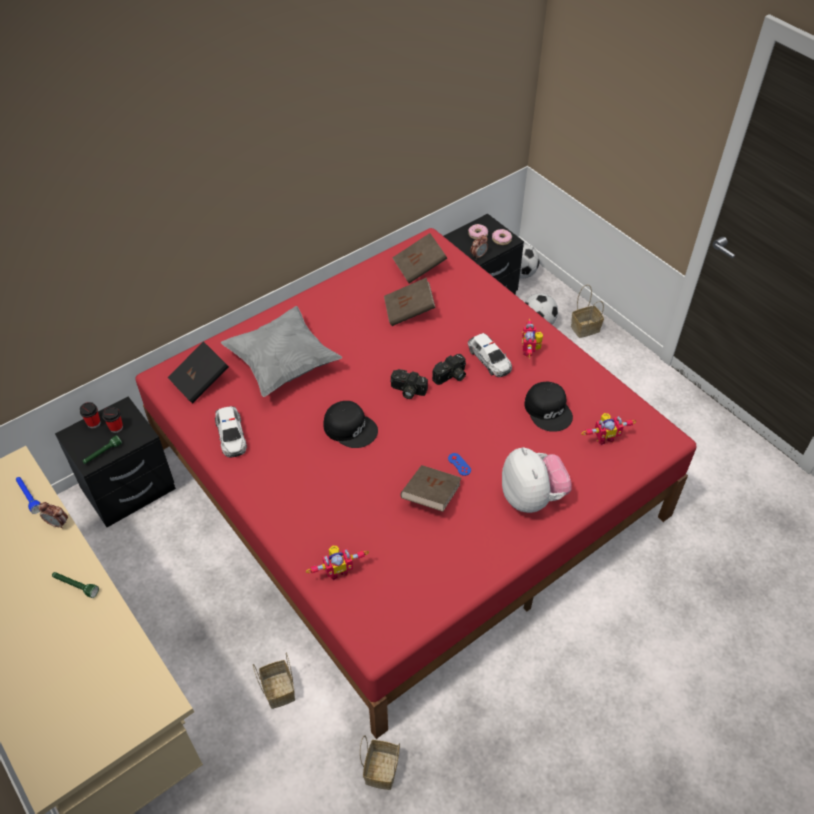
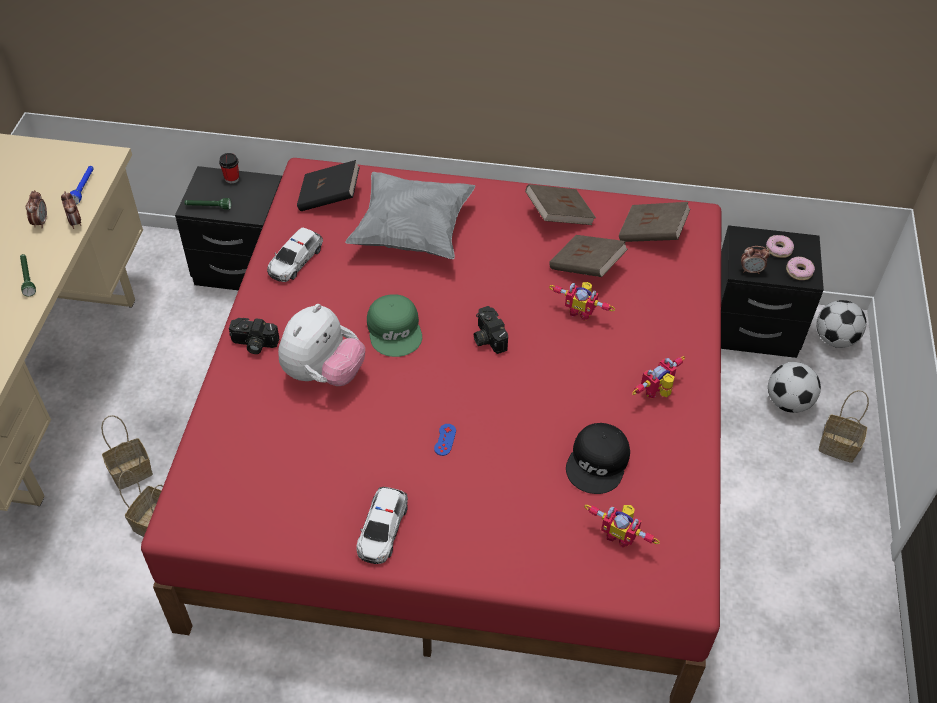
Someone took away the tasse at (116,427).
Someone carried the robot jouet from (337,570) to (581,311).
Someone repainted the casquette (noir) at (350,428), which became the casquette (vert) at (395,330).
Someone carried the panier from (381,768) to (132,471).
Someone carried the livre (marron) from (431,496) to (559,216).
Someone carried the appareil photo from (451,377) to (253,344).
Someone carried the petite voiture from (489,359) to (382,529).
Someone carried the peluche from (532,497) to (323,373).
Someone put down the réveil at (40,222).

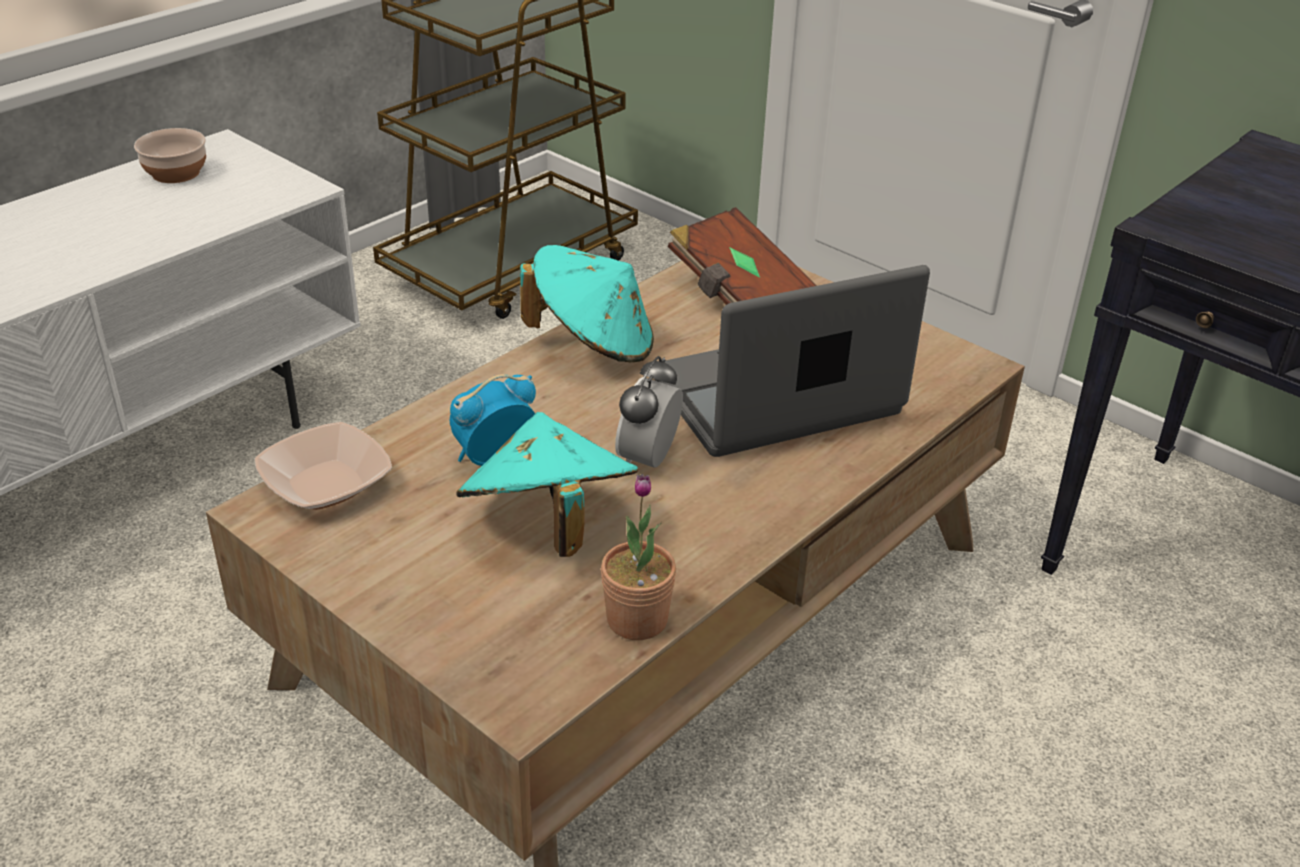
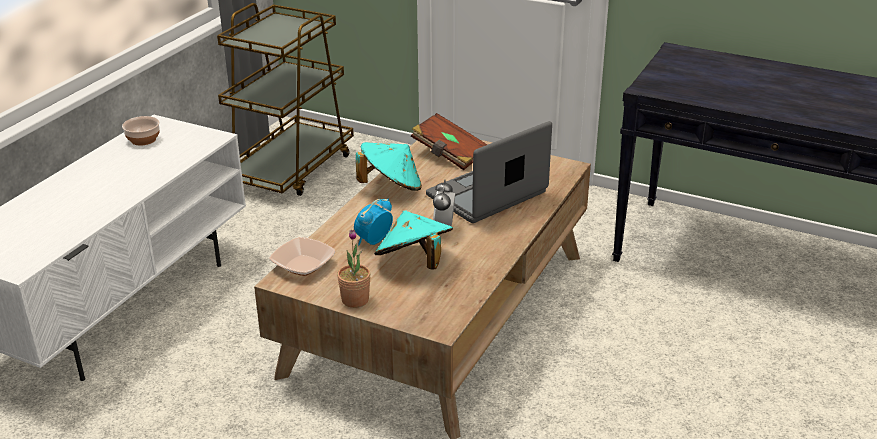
Someone carried the plante en pot from (637,620) to (355,300).

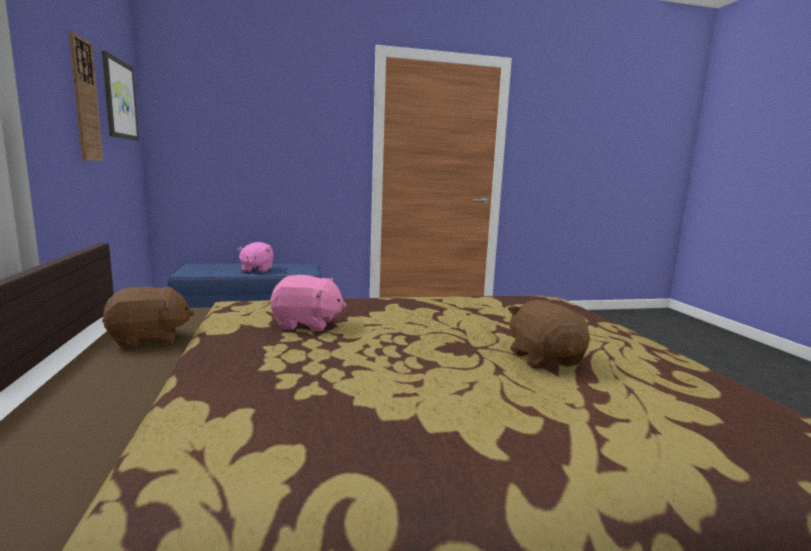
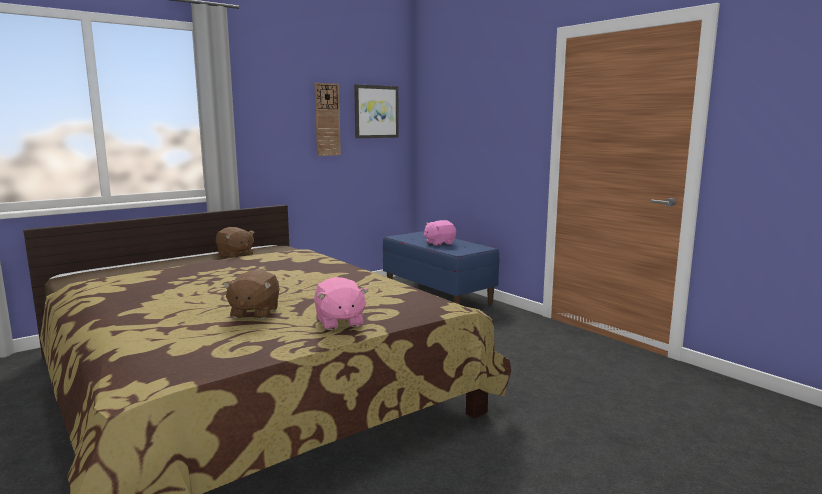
Someone carried the peluche (rose) from (307,324) to (339,322).
Someone rotated the peluche (marron) at (545,359) by 135 degrees clockwise.

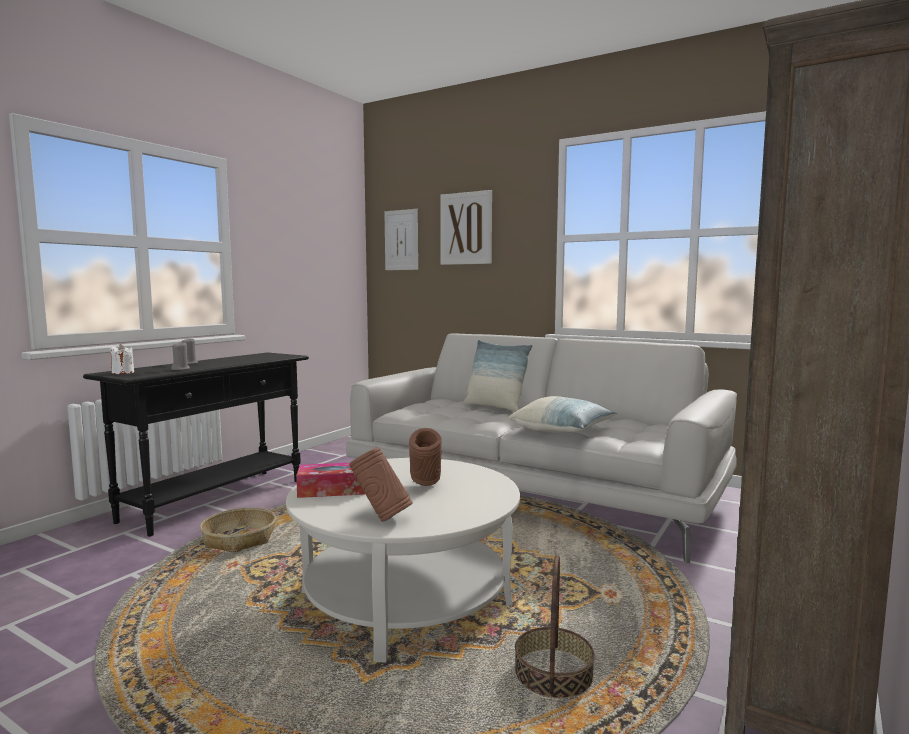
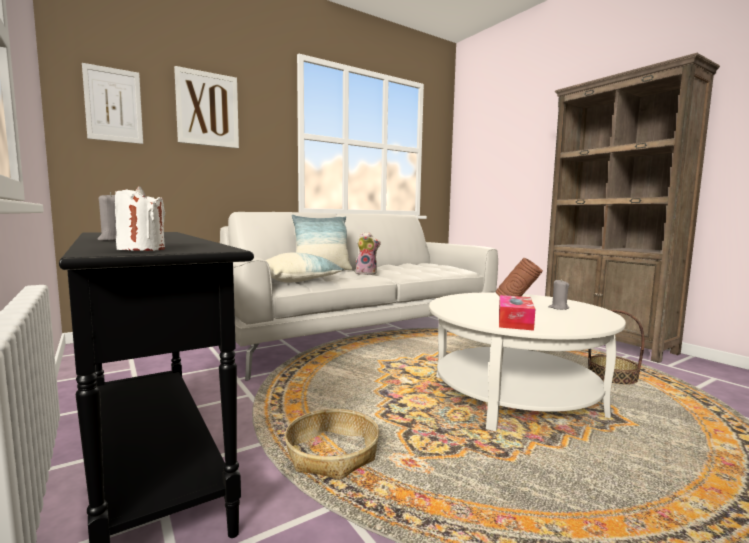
Someone carried the bougie (gris) from (181,369) to (558,308).
Someone took away the vase (marron) at (381,518).
Someone carried the coussin from (562,431) to (299,280).
Someone put down the peluche at (367,273).

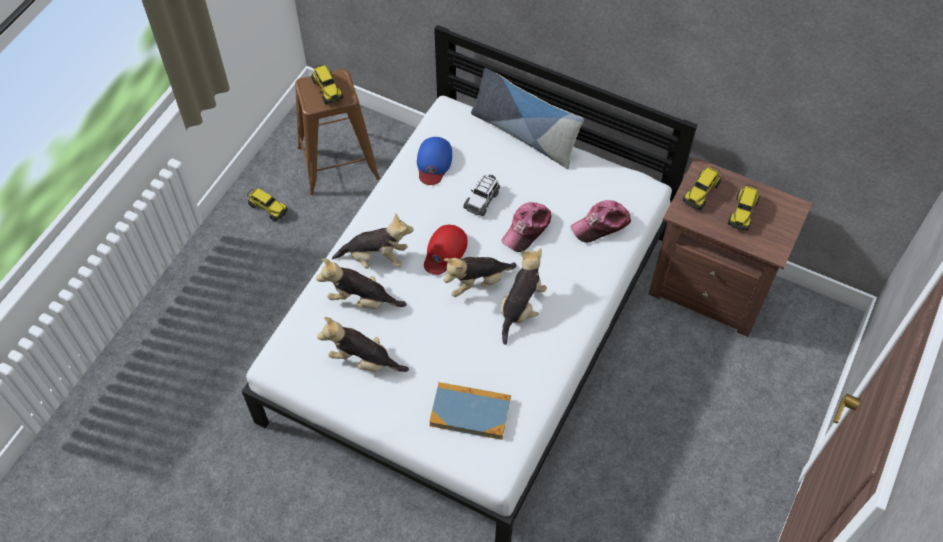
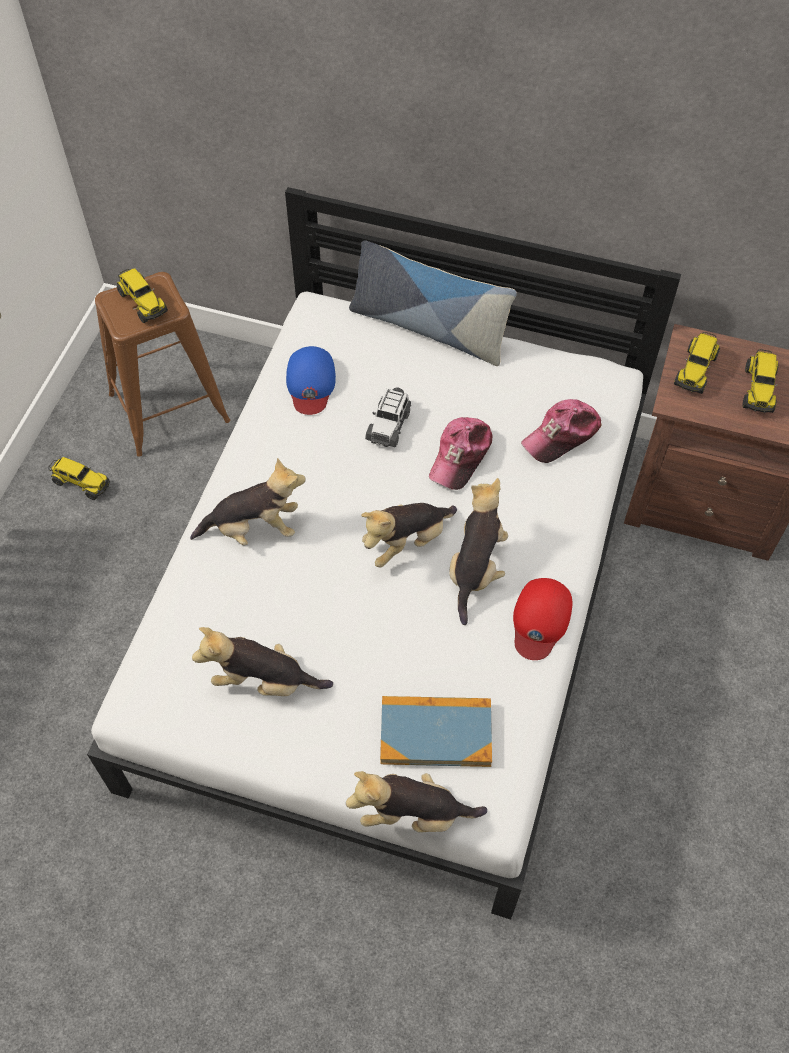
Someone carried the peluche from (361,300) to (413,814).
Someone carried the casquette (rouge) from (444,251) to (540,620).

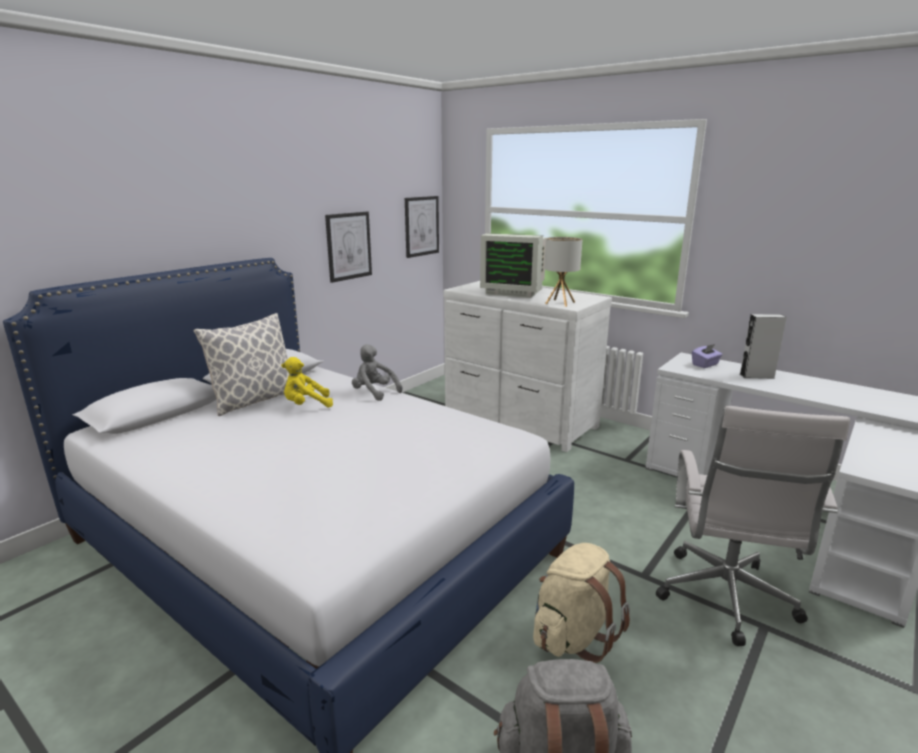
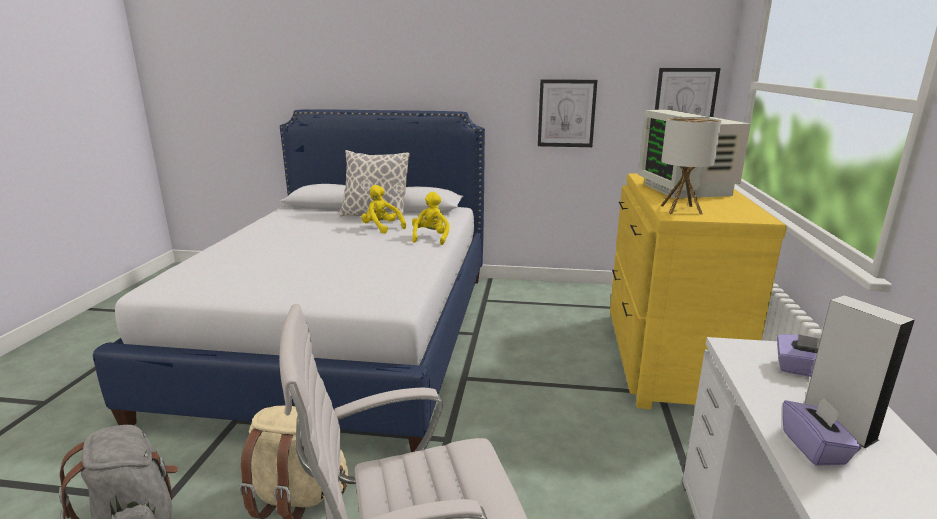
Someone repainted the peluche (gris) at (374,393), which became the peluche (jaune) at (431,238).
Someone repainted the commode (blanc) at (519,421), which became the commode (jaune) at (665,358).
Someone put down the boîte à mouchoirs (violet) at (814,448).

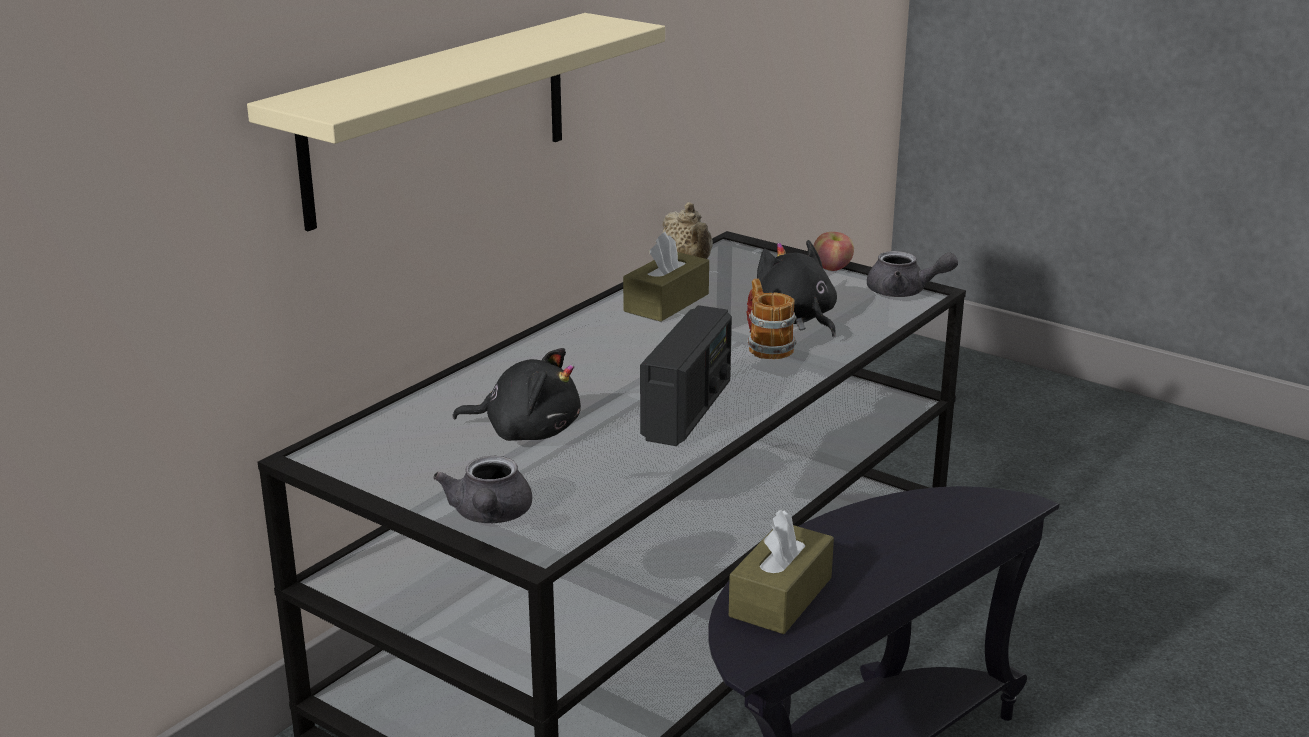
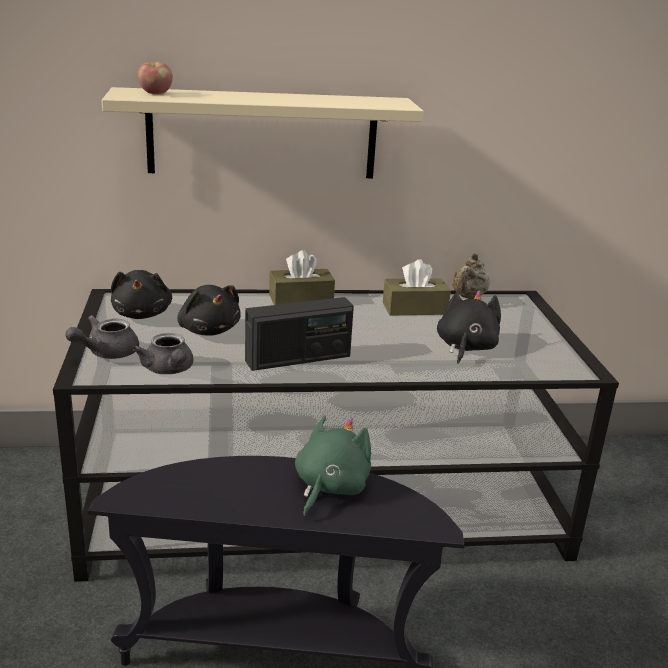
Someone carried the boîte à mouchoirs (marron) from (781,597) to (301,299).
Someone took away the mug at (766,346).
Someone carried the pomme from (832,268) to (155,93).
Someone carried the théière (gris) from (904,292) to (169,370).
Someone put down the peluche (noir) at (142,314).
Someone put down the peluche (vert) at (329,487).

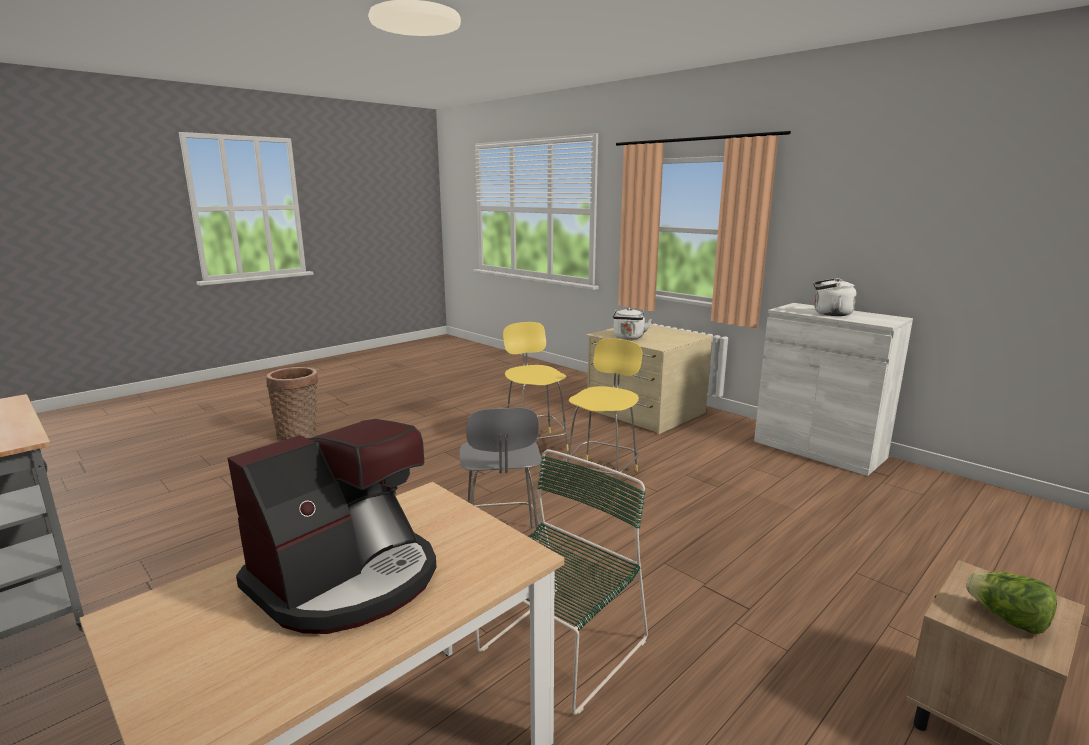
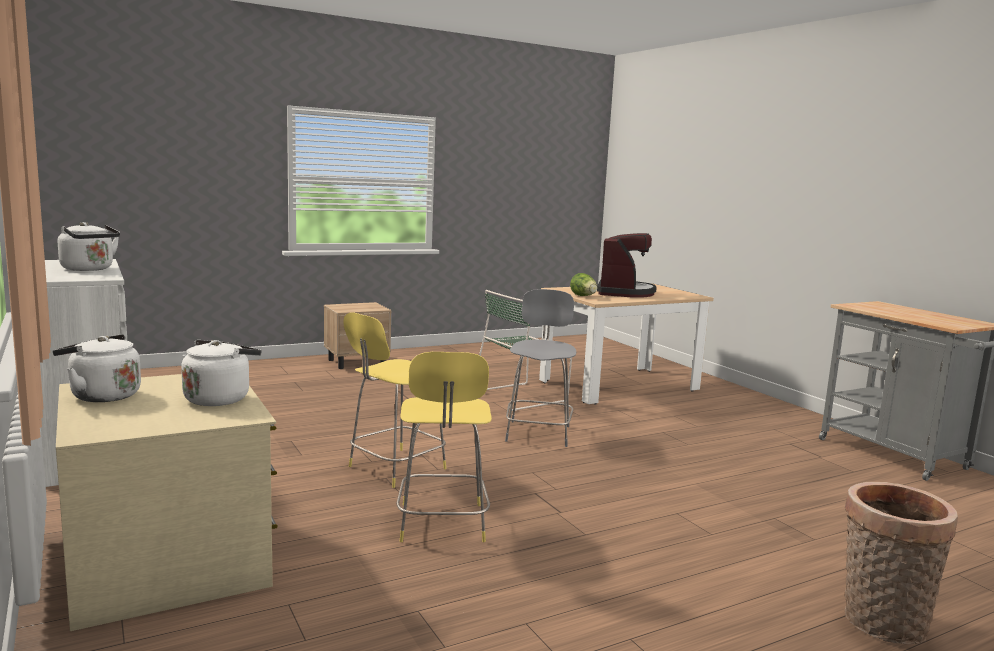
Someone rotated the machine à café at (347,579) by 135 degrees clockwise.
Someone carried the laitue from (1007,619) to (584,296).
Someone put down the bouilloire (blanc) at (101,396).

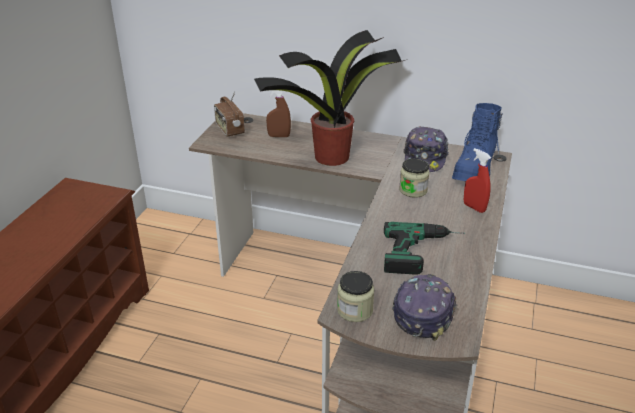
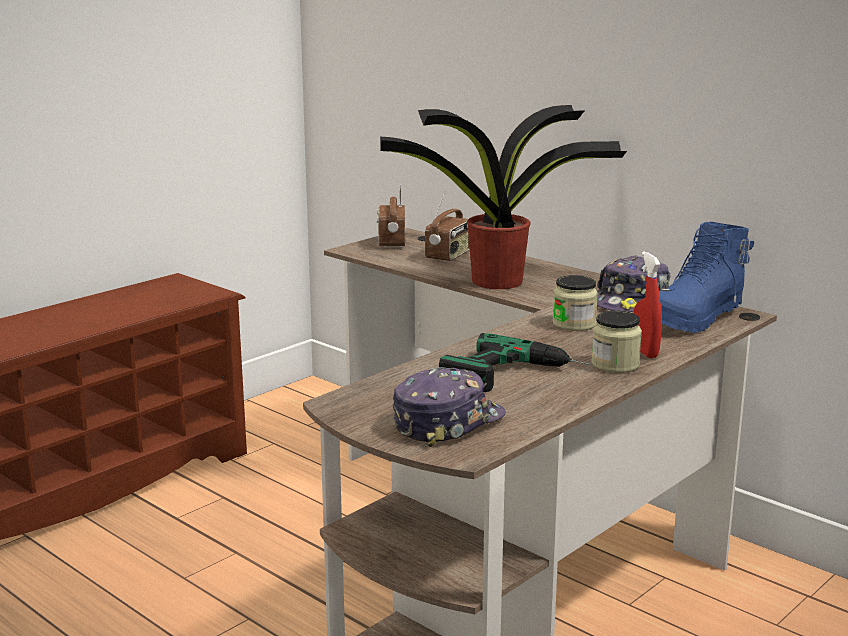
Someone swapped the vaporisateur (marron) at (279,136) for the radio at (449,256).
Someone carried the bocal from (355,310) to (615,364).

